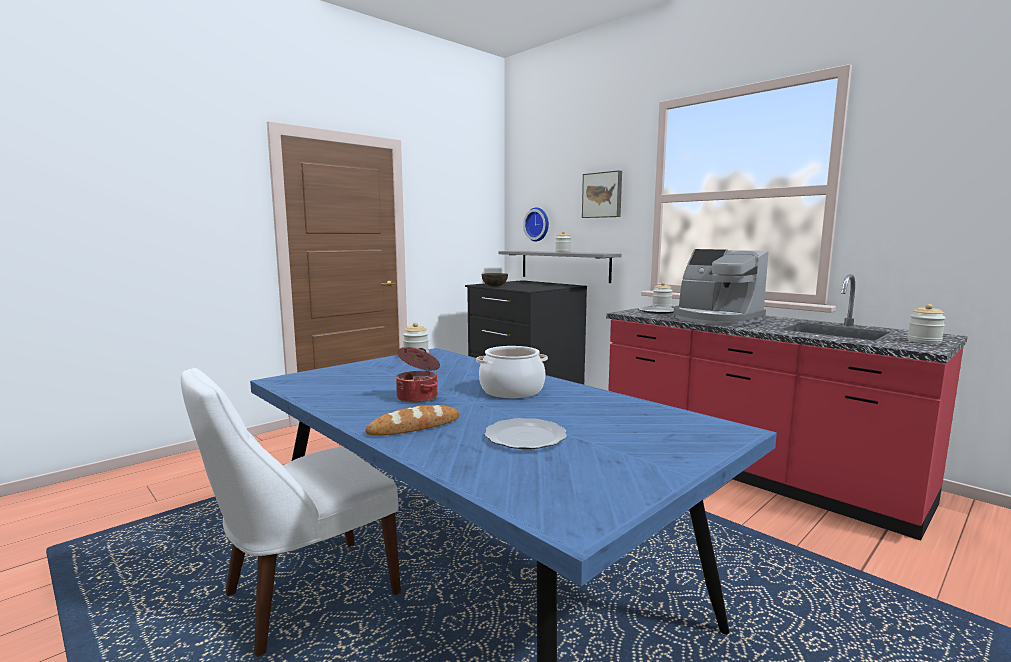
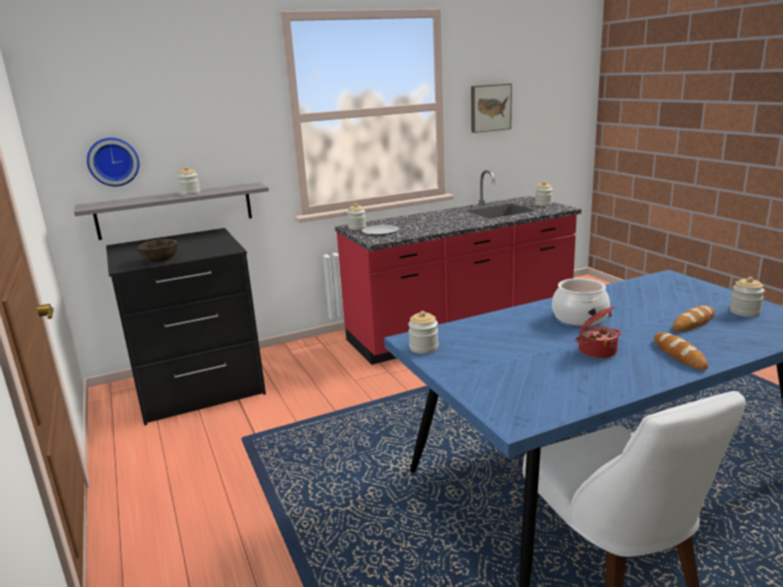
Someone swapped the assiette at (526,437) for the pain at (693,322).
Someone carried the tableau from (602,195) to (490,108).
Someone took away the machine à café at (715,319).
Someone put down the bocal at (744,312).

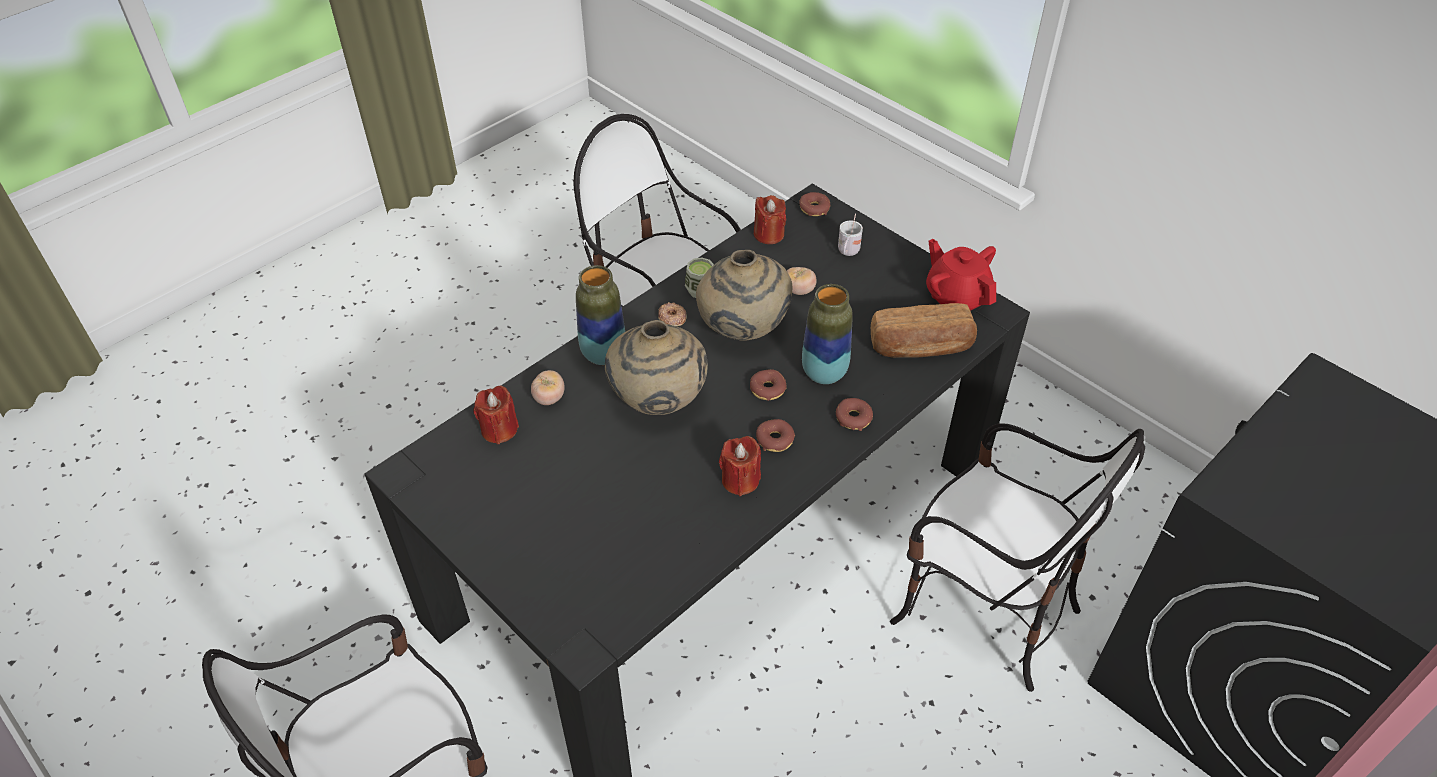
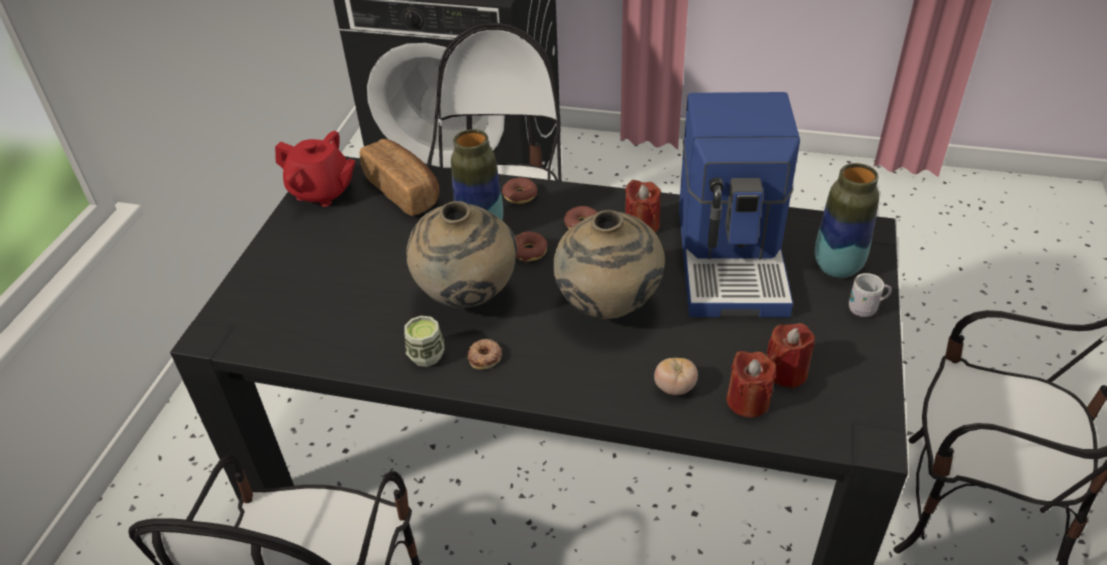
Someone carried the vase from (603,354) to (837,267).
Someone carried the bougie (rouge) from (768,234) to (786,372).
Someone took away the tomate at (799,290).
Someone took away the beignet at (814,208).
Someone carried the mug (blanc) from (847,252) to (866,309).
Someone rotated the théière (rouge) at (956,297) by 90 degrees counterclockwise.
Someone put down the machine à café at (733,258).

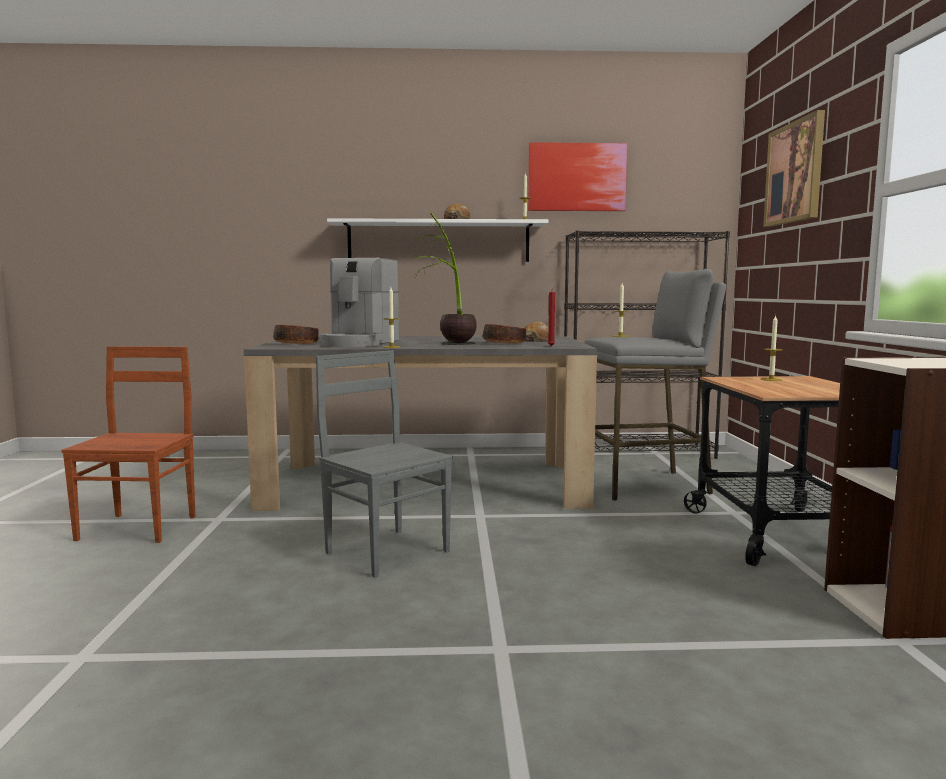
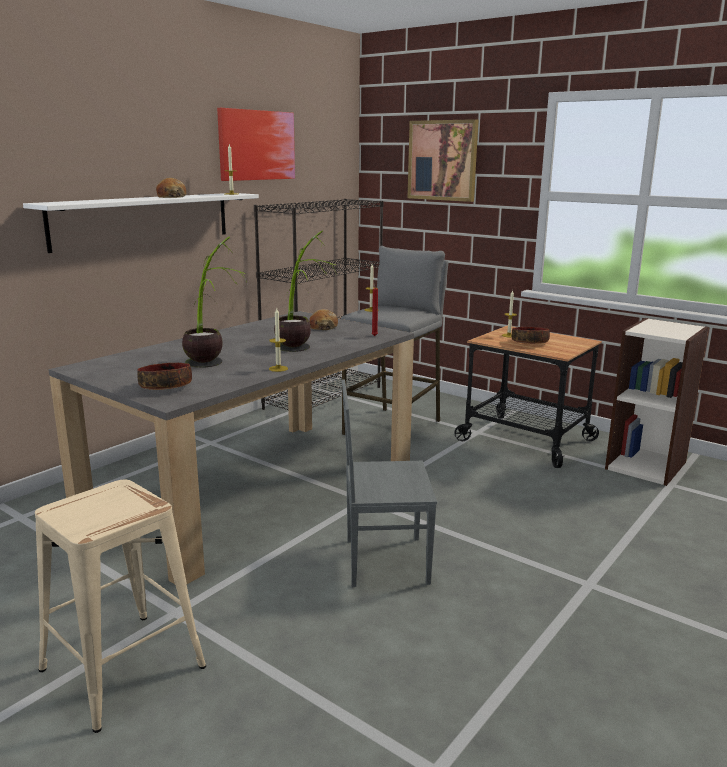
Someone swapped the chaise (marron) at (140,527) for the tabouret (beige) at (122,667).
Someone swapped the machine à café at (359,343) for the plante en pot at (212,367).
Someone carried the bol from (504,344) to (530,343).

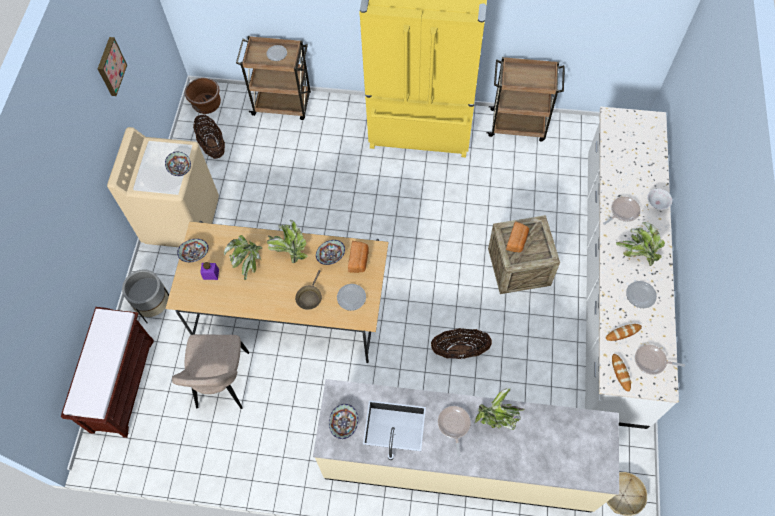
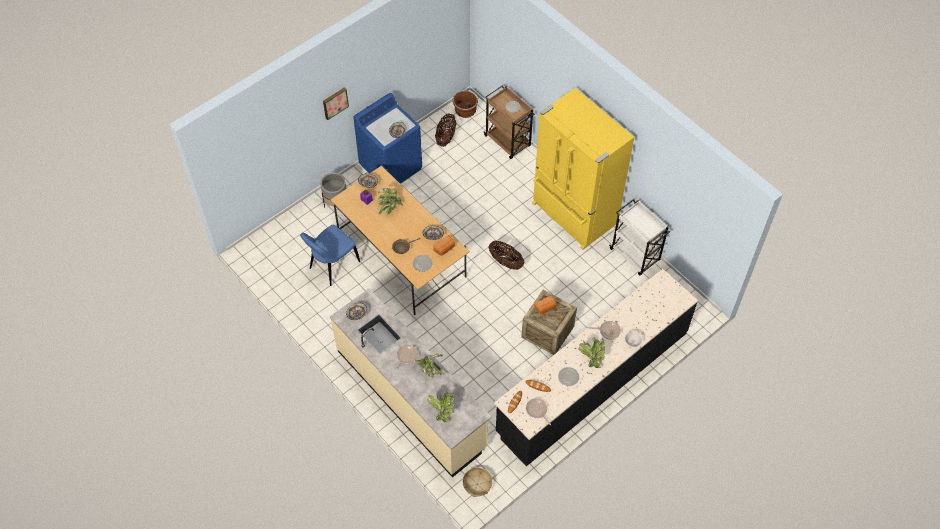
Someone took away the banc (marron) at (122,384).
Someone carried the tableau from (110,66) to (335,102).
Someone repainted the lave-linge (beige) at (182,219), which became the lave-linge (bleu) at (391,166).
Someone repainted the chaise (beige) at (222,383), which became the chaise (bleu) at (332,266).
Someone carried the plante en pot from (289,249) to (442,409).
Someone carried the panier from (460,350) to (506,262).
Someone repainted the chariot (marron) at (518,125), which became the chariot (blanc) at (635,255).
Someone repainted the comptoir de cuisine (blanc) at (612,282), which became the comptoir de cuisine (noir) at (592,381).

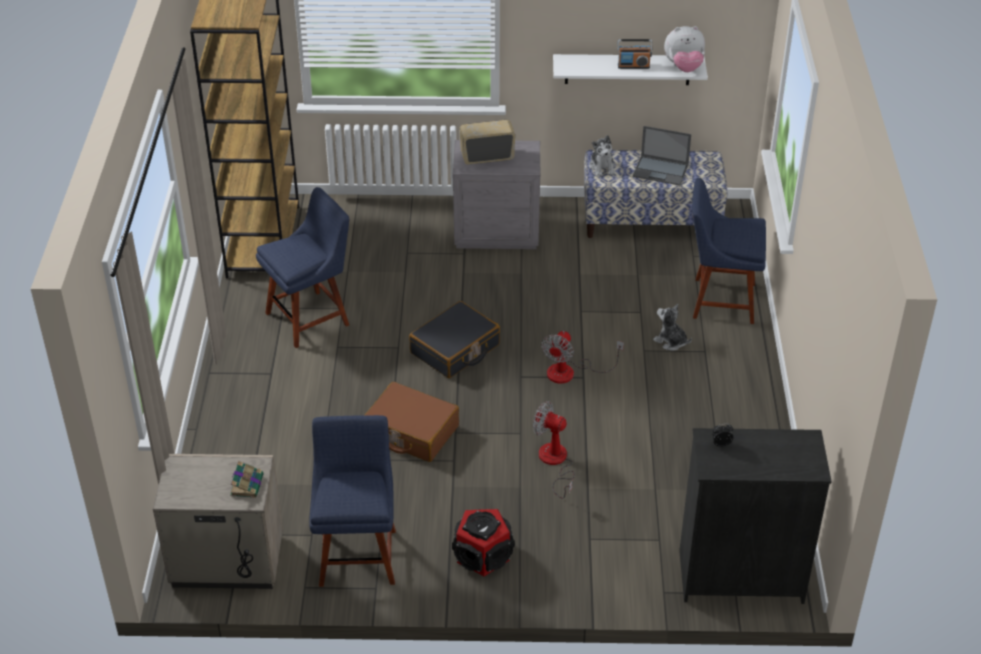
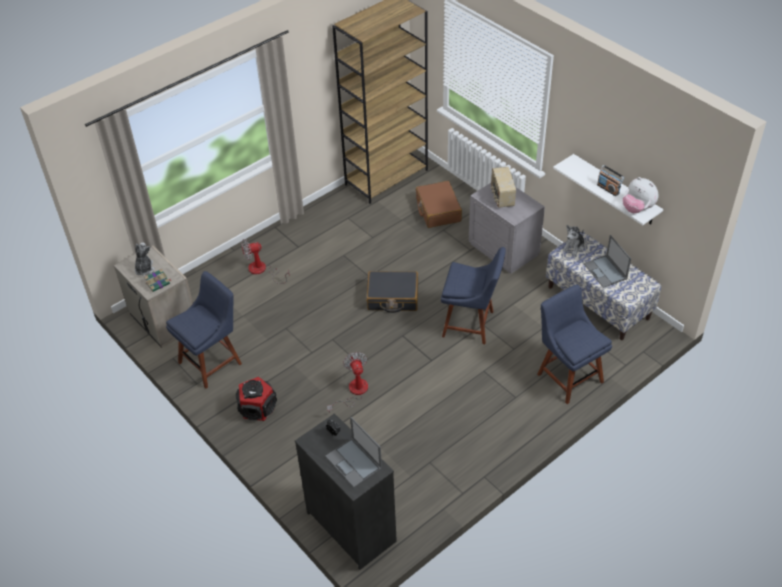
Someone carried the chaise (bleu) from (311,317) to (471,324).
Someone carried the valise (marron) from (411,431) to (438,210).
Someone rotated the radio at (487,157) by 135 degrees counterclockwise.
Someone carried the ventilateur from (570,372) to (262,270).
Someone carried the peluche from (670,341) to (144,269).
Someone put down the ordinateur portable at (354,462).

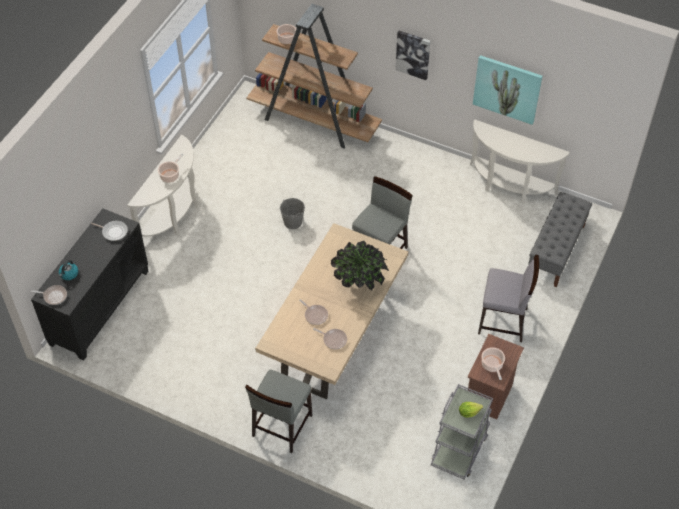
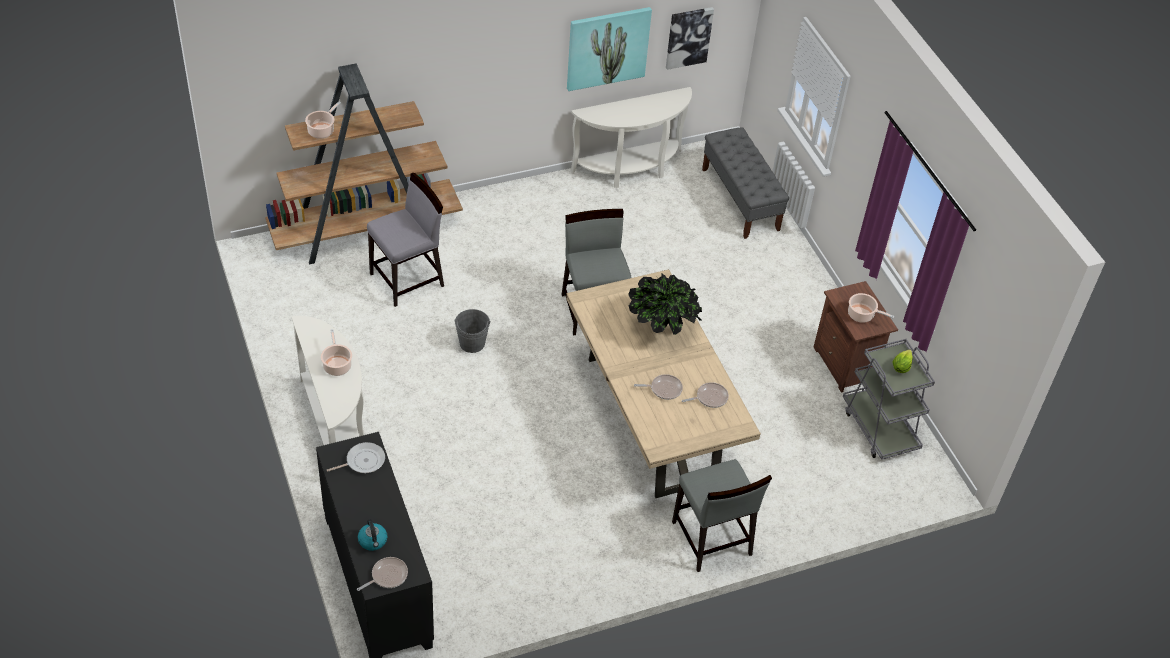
Someone carried the tableau from (413,54) to (688,37).
Someone carried the chaise (gris) from (503,321) to (408,280).

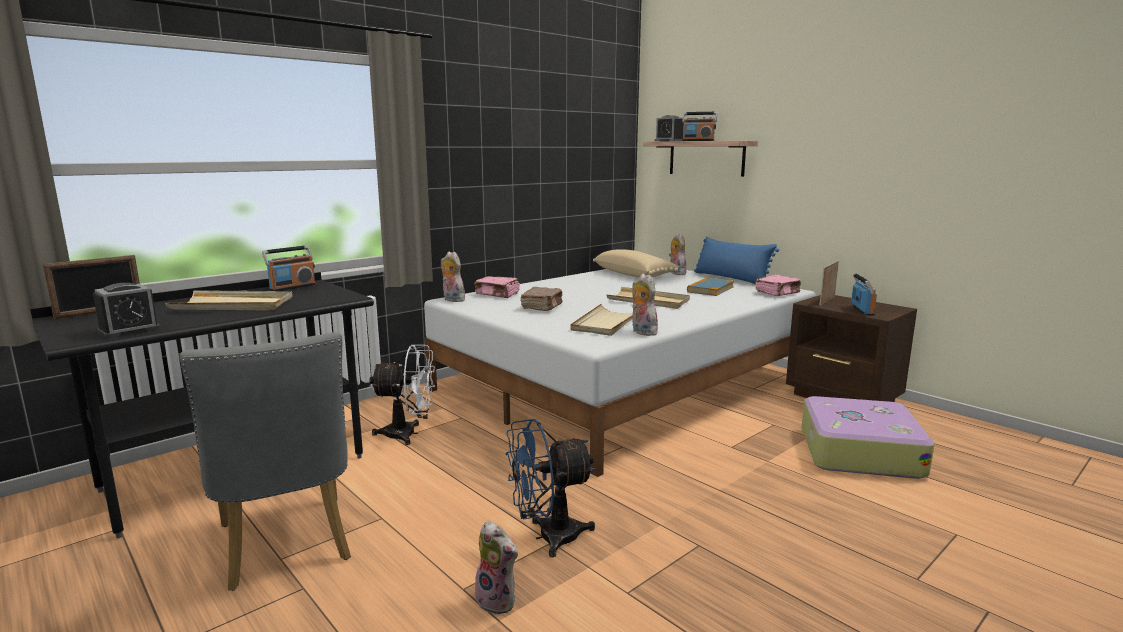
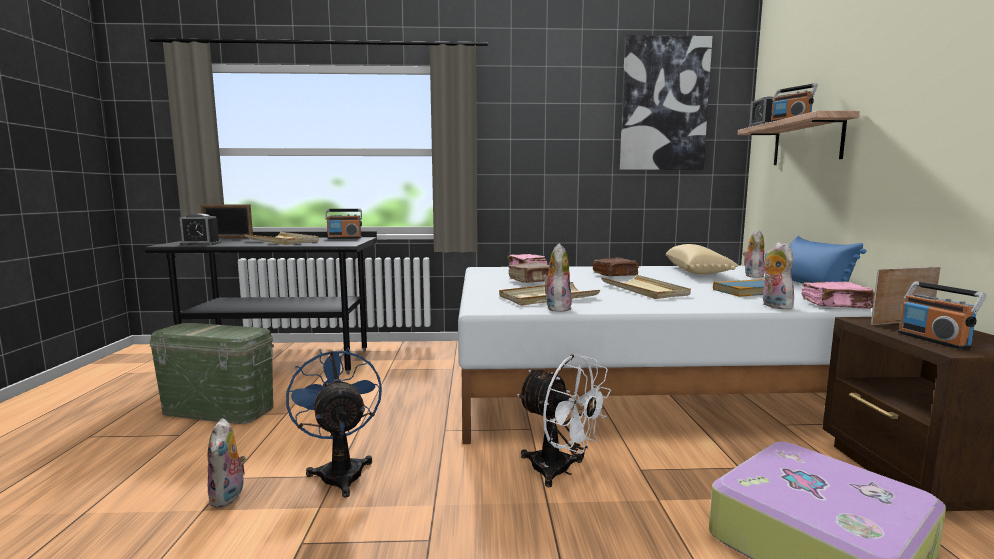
Someone swapped the chaise (gris) at (287,548) for the boîte de rangement (vert) at (218,410).
Someone carried the ventilateur (blanc) from (408,434) to (560,471).
Someone carried the peluche from (452,300) to (774,306).
Someone rotated the ventilateur (bleu) at (548,537) by 45 degrees clockwise.
Someone rotated the radio at (862,311) by 120 degrees clockwise.
Someone put down the livre (marron) at (615,275).
Someone put up the tableau at (663,104).

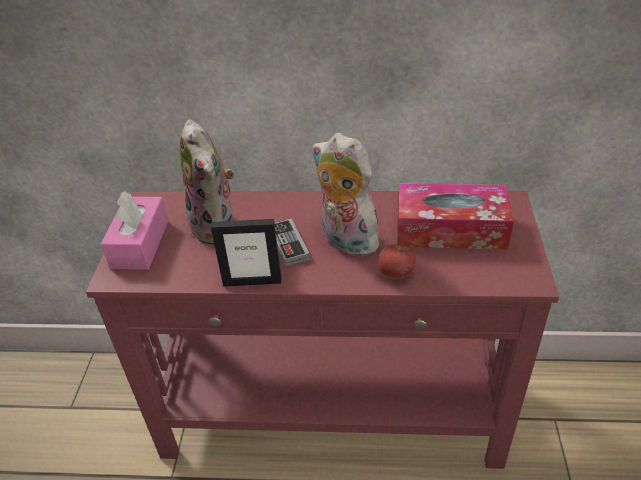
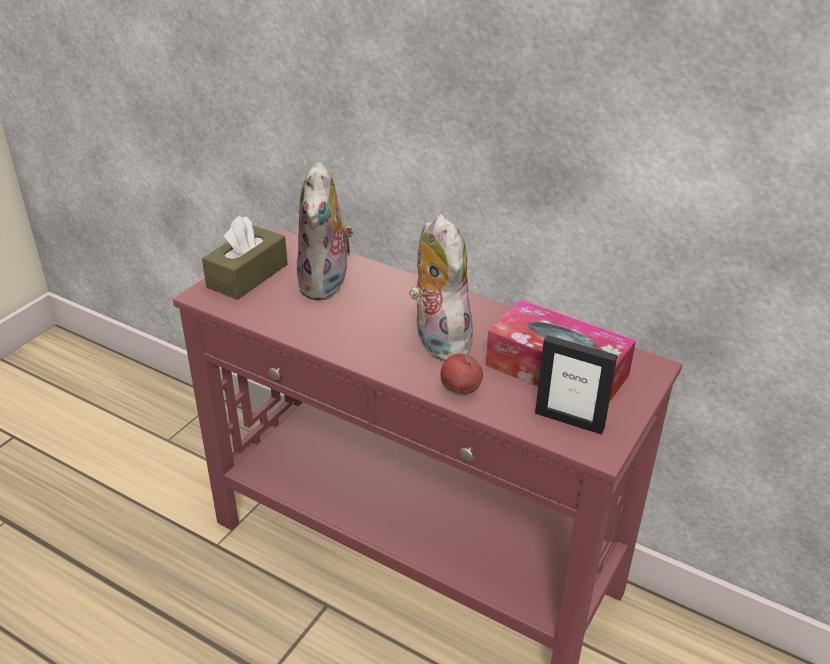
Someone repainted the boîte à mouchoirs (rose) at (140,244), which became the boîte à mouchoirs (marron) at (247,276).
Someone carried the cadre photo from (252,281) to (569,420).
Someone took away the manette at (289,244).

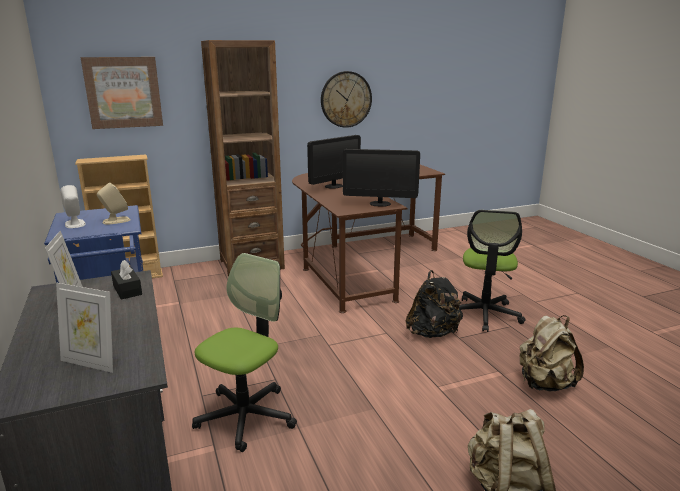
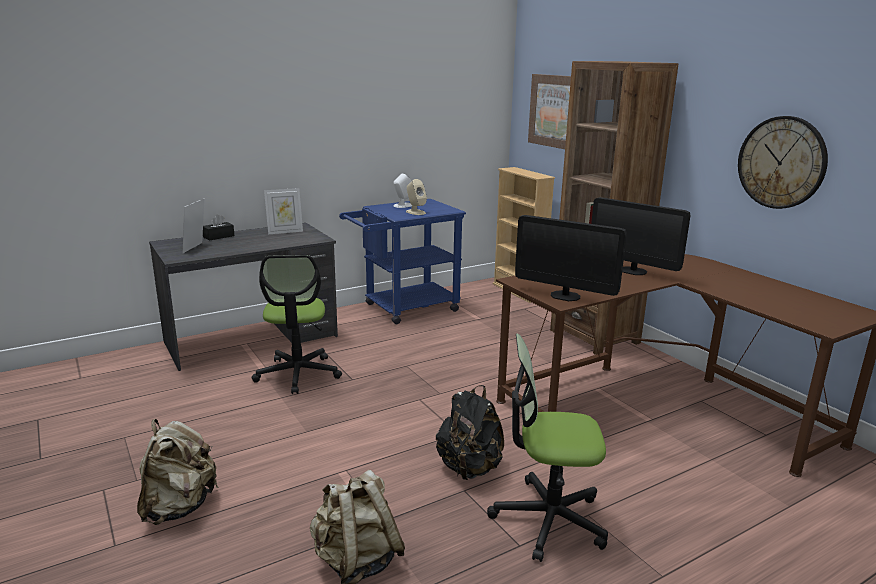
Someone carried the boîte à mouchoirs (noir) from (127,290) to (218,236).
Someone rotated the chaise de bureau at (246,416) by 60 degrees clockwise.
Someone rotated the écran d'ordinateur at (380,204) by 60 degrees counterclockwise.

